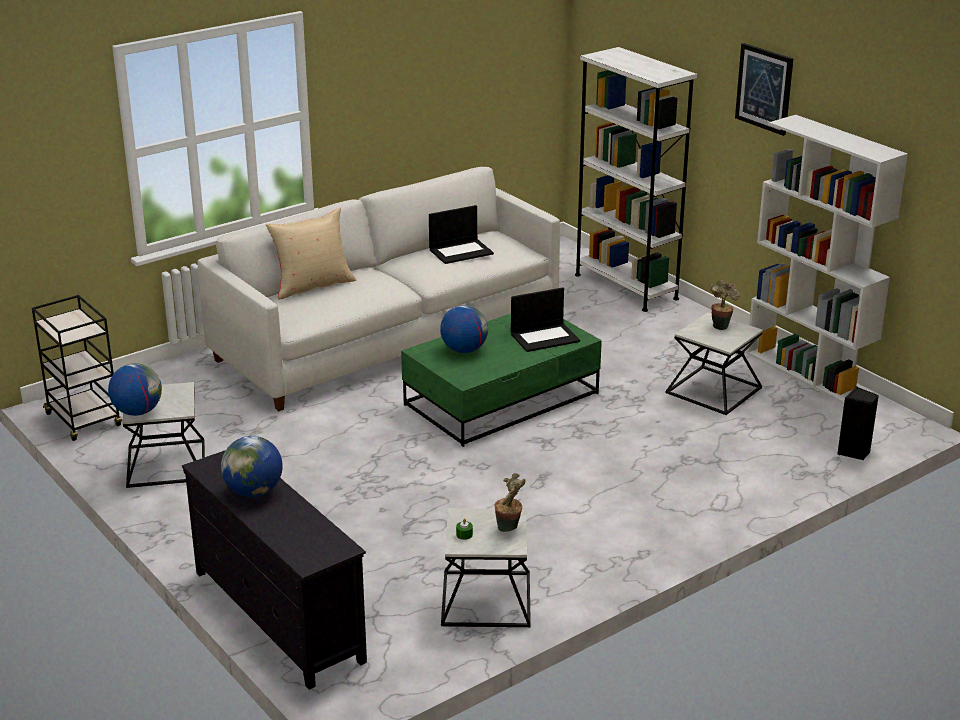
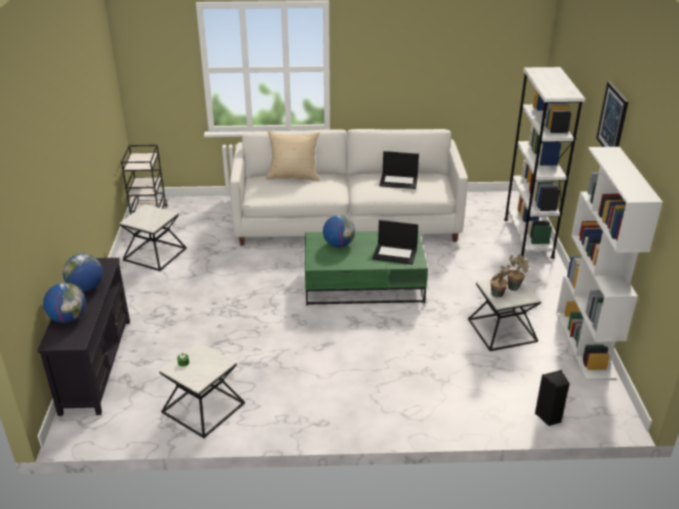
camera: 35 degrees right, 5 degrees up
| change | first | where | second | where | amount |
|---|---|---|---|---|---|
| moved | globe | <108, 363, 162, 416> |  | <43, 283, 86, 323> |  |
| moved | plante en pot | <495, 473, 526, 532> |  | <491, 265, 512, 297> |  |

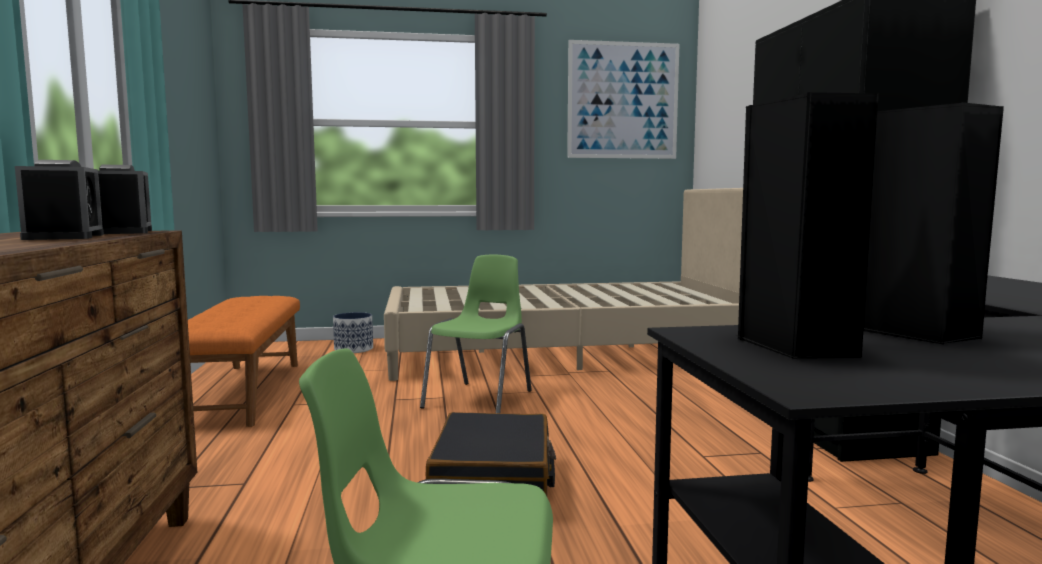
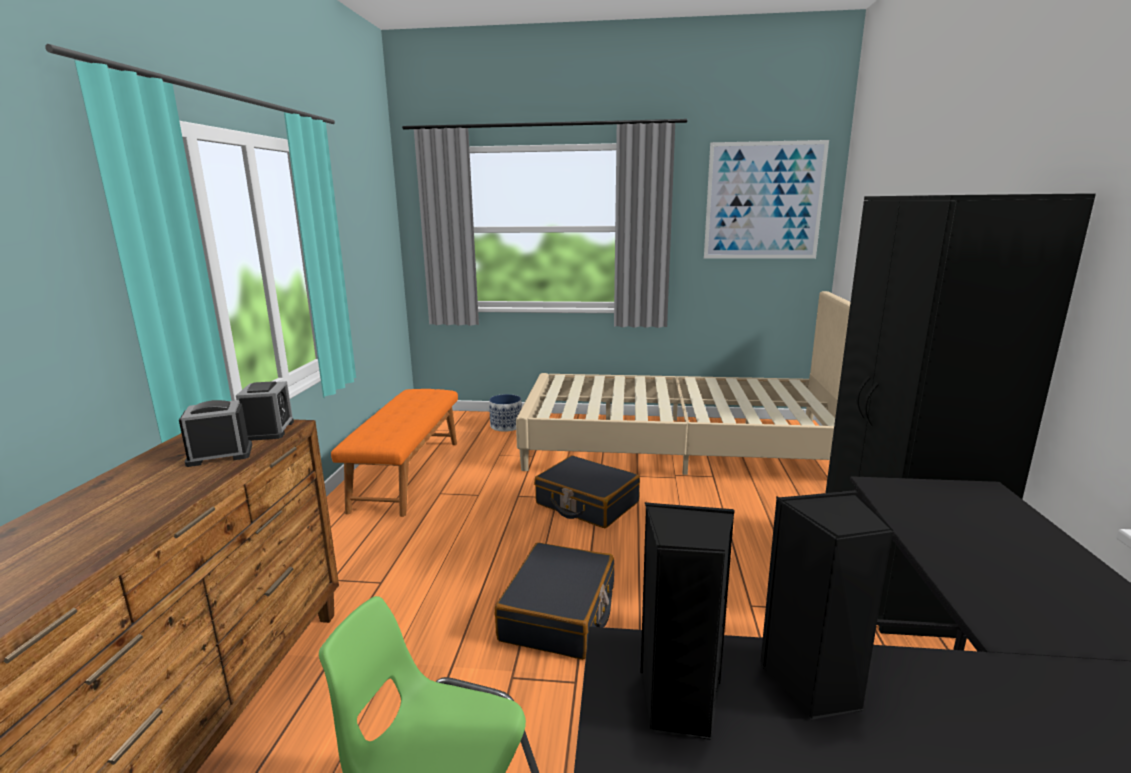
camera: 15 degrees right, 10 degrees up
| change | first | where | second | where | amount |
|---|---|---|---|---|---|
| turned | réveil | <15, 160, 104, 240> |  | <179, 400, 252, 467> | 105 degrees counterclockwise |
| replaced | chaise/vert | <420, 255, 532, 413> | valise/noir | <534, 455, 640, 528> |  |

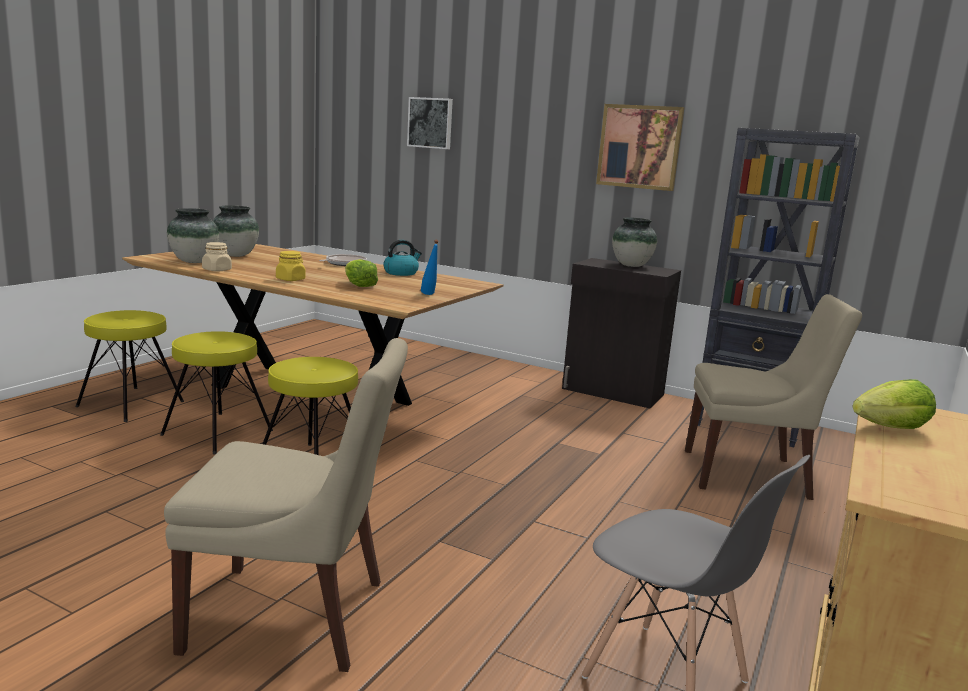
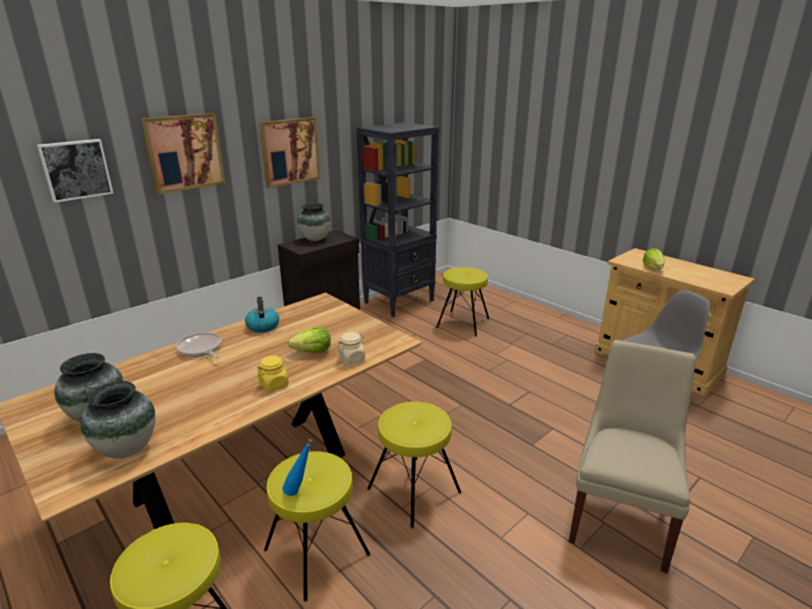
camera: 70 degrees left, 10 degrees up
| change | first | where | second | where | amount |
|---|---|---|---|---|---|
| added |  |  | tableau | <141, 113, 225, 194> |  |
| moved | bouteille/bleu | <421, 240, 439, 295> |  | <282, 439, 312, 496> |  |
| moved | bocal/beige | <202, 242, 232, 271> |  | <337, 332, 365, 365> |  |
| replaced | chaise/beige | <685, 294, 862, 500> | tabouret/jaune | <436, 267, 489, 336> |  |

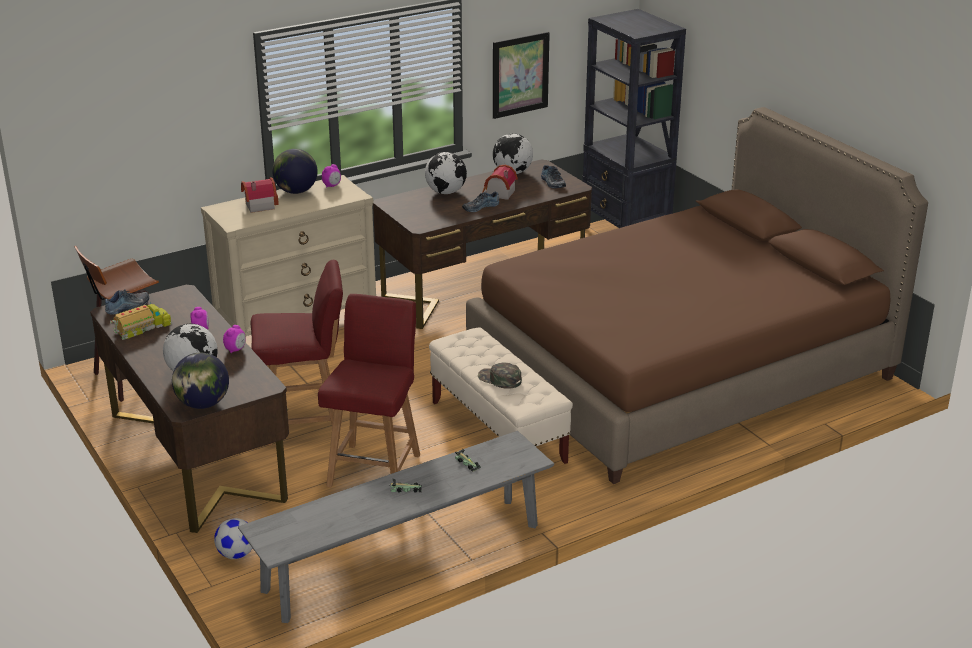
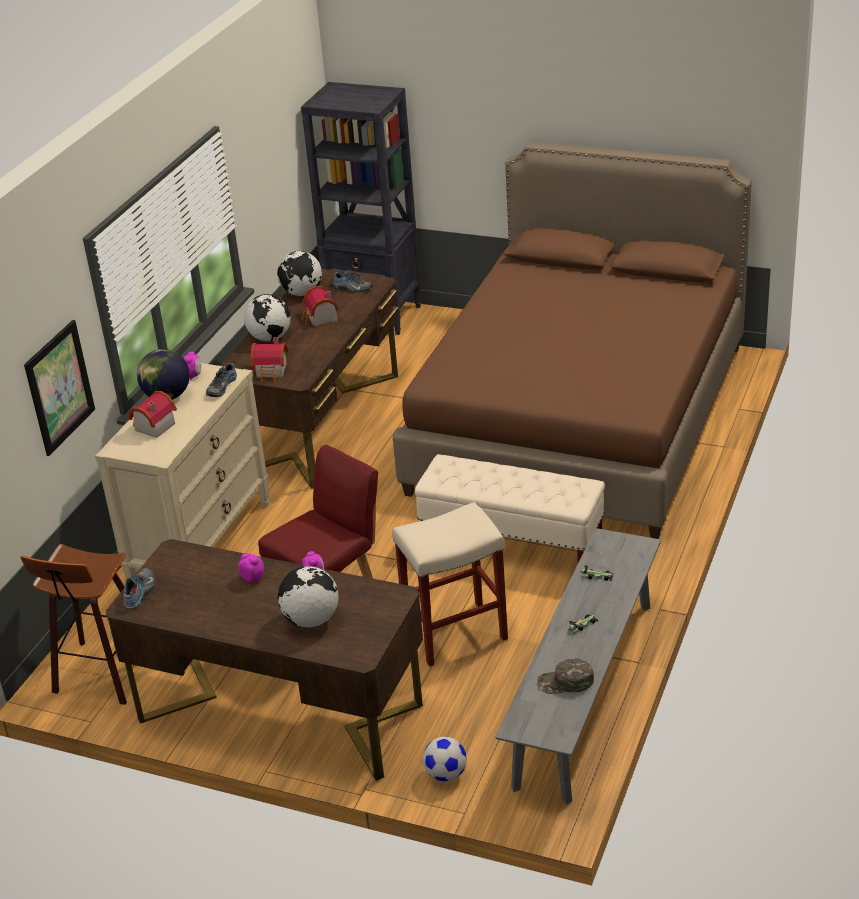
camera: 35 degrees left, 5 degrees up
| change | first | where | second | where | amount |
|---|---|---|---|---|---|
| moved | tableau | <493, 32, 550, 119> |  | <24, 320, 95, 456> |  |
| moved | chaussure | <462, 191, 499, 212> |  | <206, 363, 237, 397> |  |
| added |  |  | maison miniature | <251, 337, 288, 382> |  |
| replaced | chaise/rouge | <318, 294, 420, 488> | tabouret/beige | <392, 502, 508, 667> |  |
| moved | casquette/vert | <478, 363, 522, 389> |  | <537, 658, 594, 694> |  |
| removed | camion jouet | <110, 302, 171, 340> |  |  |  |
| removed | globe | <172, 353, 229, 409> |  |  |  |

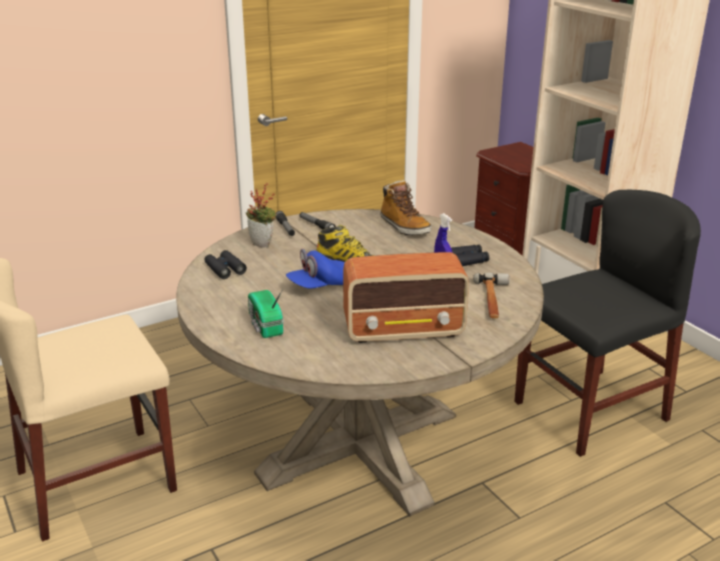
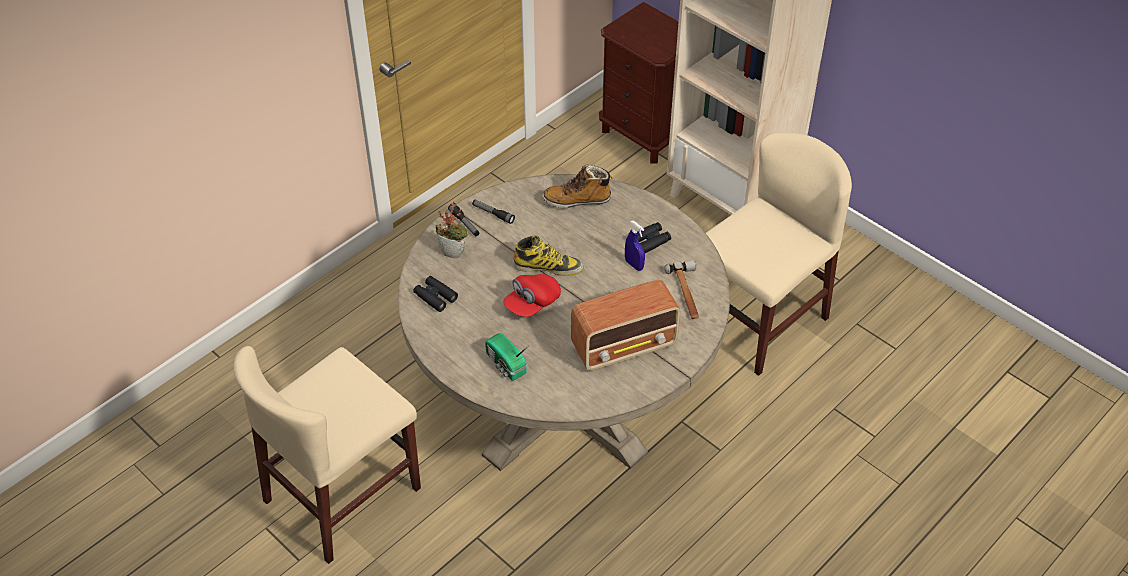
camera: 15 degrees left, 20 degrees up
| change | first | where | second | where | amount |
|---|---|---|---|---|---|
| recoloured | casquette/bleu | <286, 249, 345, 288> | casquette/rouge | <503, 274, 561, 317> |  |
| turned | botte | <380, 180, 432, 235> |  | <543, 164, 613, 209> | 135 degrees clockwise |
| recoloured | chaise/noir | <514, 190, 701, 457> | chaise/beige | <706, 132, 852, 376> |  |

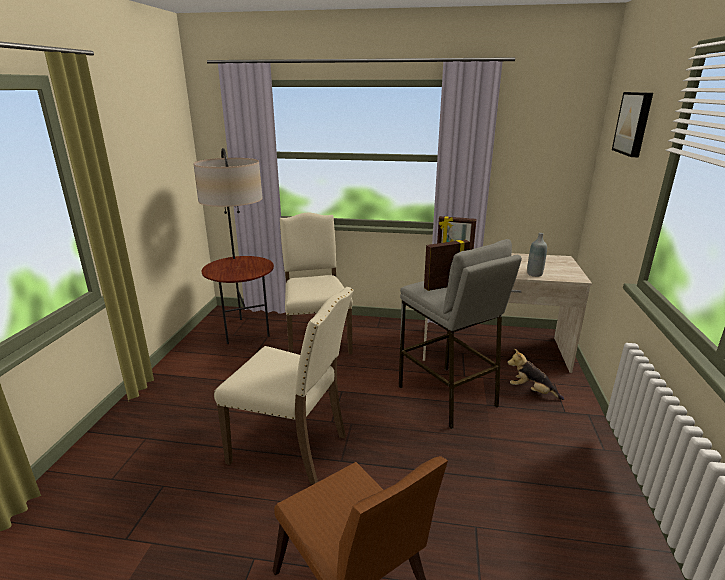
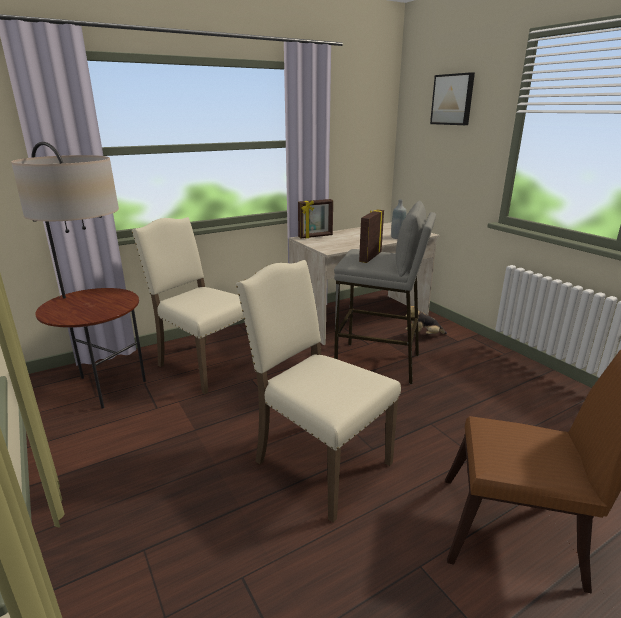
camera: 40 degrees left, 0 degrees up
| change | first | where | second | where | amount |
|---|---|---|---|---|---|
| turned | chaise/beige | <214, 287, 354, 484> |  | <236, 260, 401, 522> | 120 degrees counterclockwise |

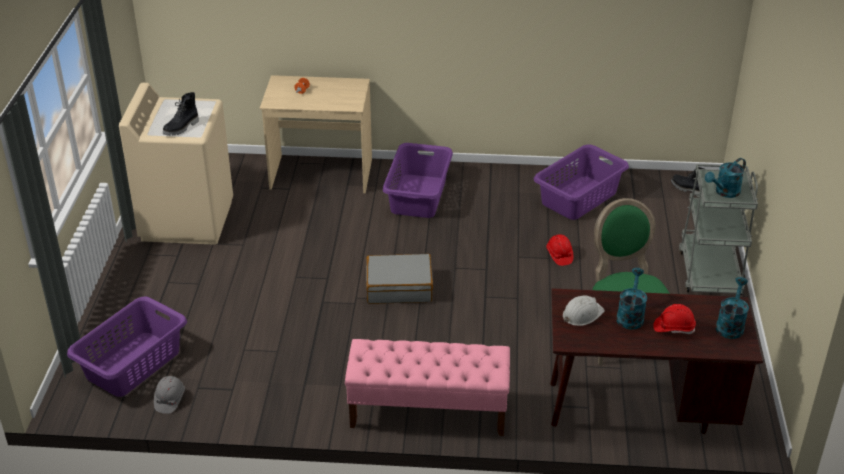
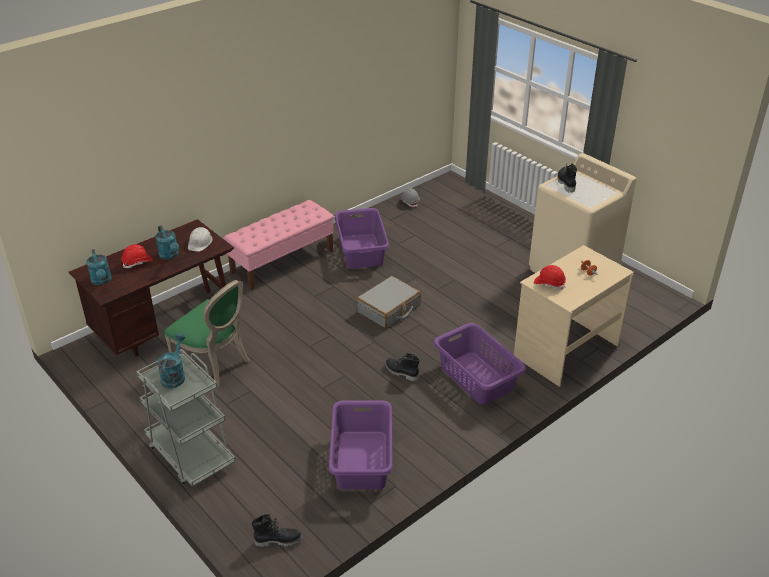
camera: 135 degrees right, 0 degrees up
| change | first | where | second | where | amount |
|---|---|---|---|---|---|
| moved | panier à linge/violet | <67, 297, 187, 397> |  | <334, 208, 389, 268> |  |
| added |  |  | botte/noir | <385, 353, 419, 381> |  |
| moved | casque de chantier/rouge | <546, 234, 573, 266> |  | <534, 265, 566, 290> |  |

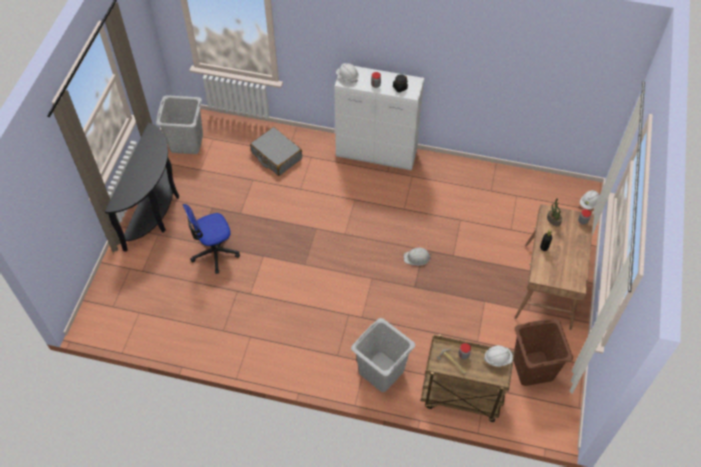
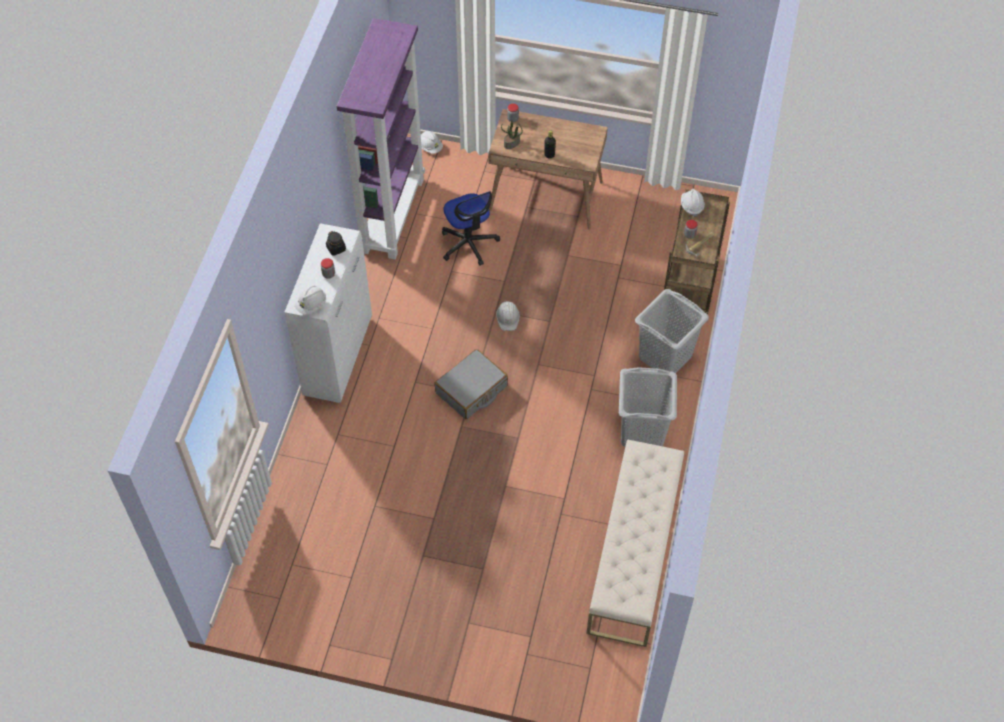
camera: 90 degrees left, 0 degrees up
| change | first | where | second | where | amount |
|---|---|---|---|---|---|
| added |  |  | bibliothèque/violet | <337, 18, 425, 259> |  |
| moved | valise/gris | <250, 127, 302, 176> |  | <434, 349, 508, 419> |  |
| moved | chaise de bureau | <183, 204, 240, 274> |  | <442, 191, 500, 266> |  |
| added |  |  | banc/beige | <586, 439, 684, 647> |  |
| moved | panier à linge/gris | <156, 95, 203, 154> |  | <619, 367, 677, 447> |  |
| removed | table console/noir | <105, 123, 179, 252> |  |  |  |
| removed | panier à linge/marron | <513, 319, 573, 386> |  |  |  |

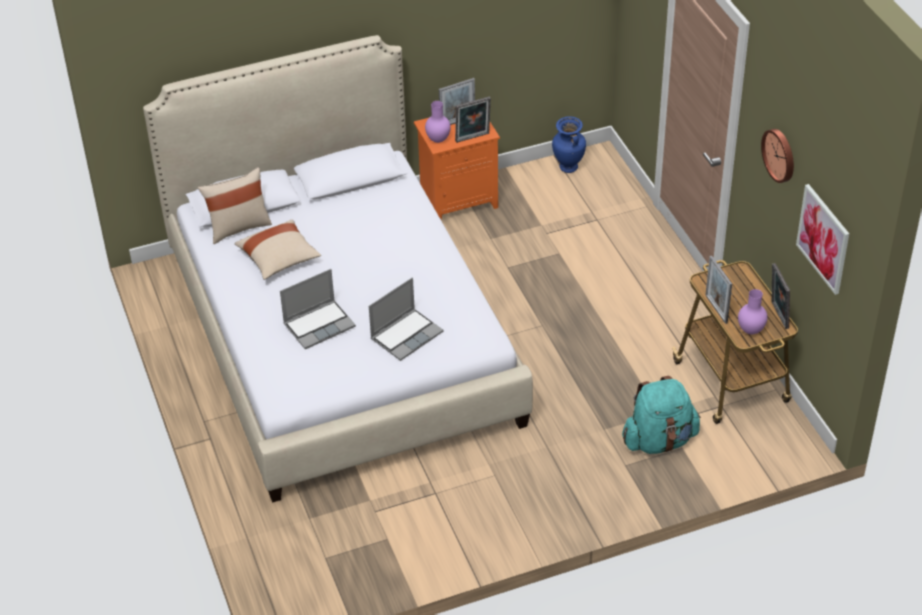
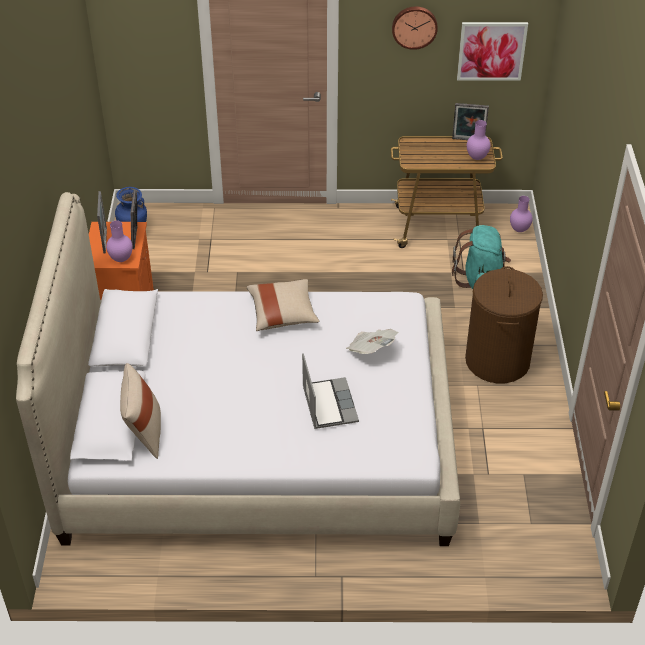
camera: 70 degrees left, 0 degrees up
| change | first | where | second | where | amount |
|---|---|---|---|---|---|
| moved | coussin/beige | <234, 220, 321, 280> |  | <247, 279, 319, 331> |  |
| replaced | ordinateur portable | <369, 277, 443, 361> | journal | <346, 329, 398, 354> |  |
| added |  |  | panier à linge/marron | <465, 266, 543, 384> |  |
| added |  |  | vase/violet | <510, 196, 533, 232> |  |
| removed | cadre photo | <705, 256, 732, 324> |  |  |  |

